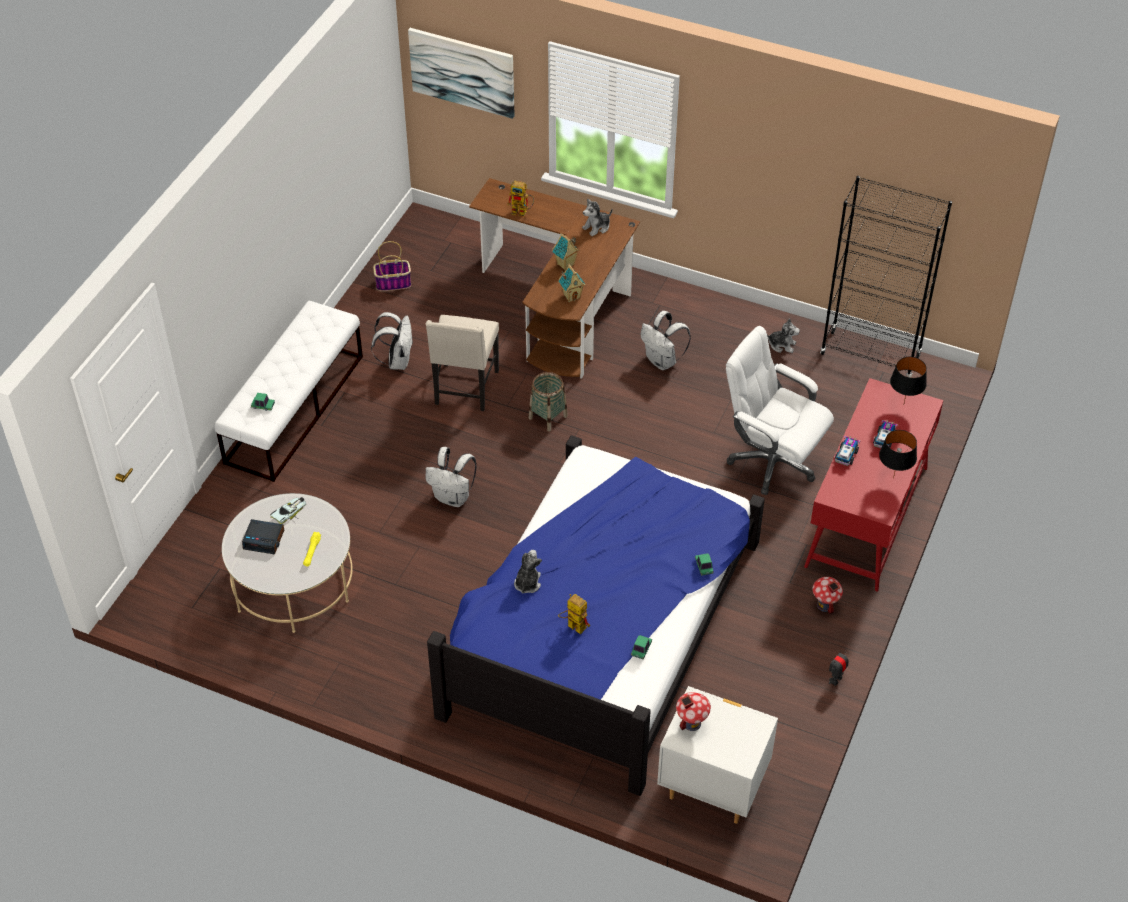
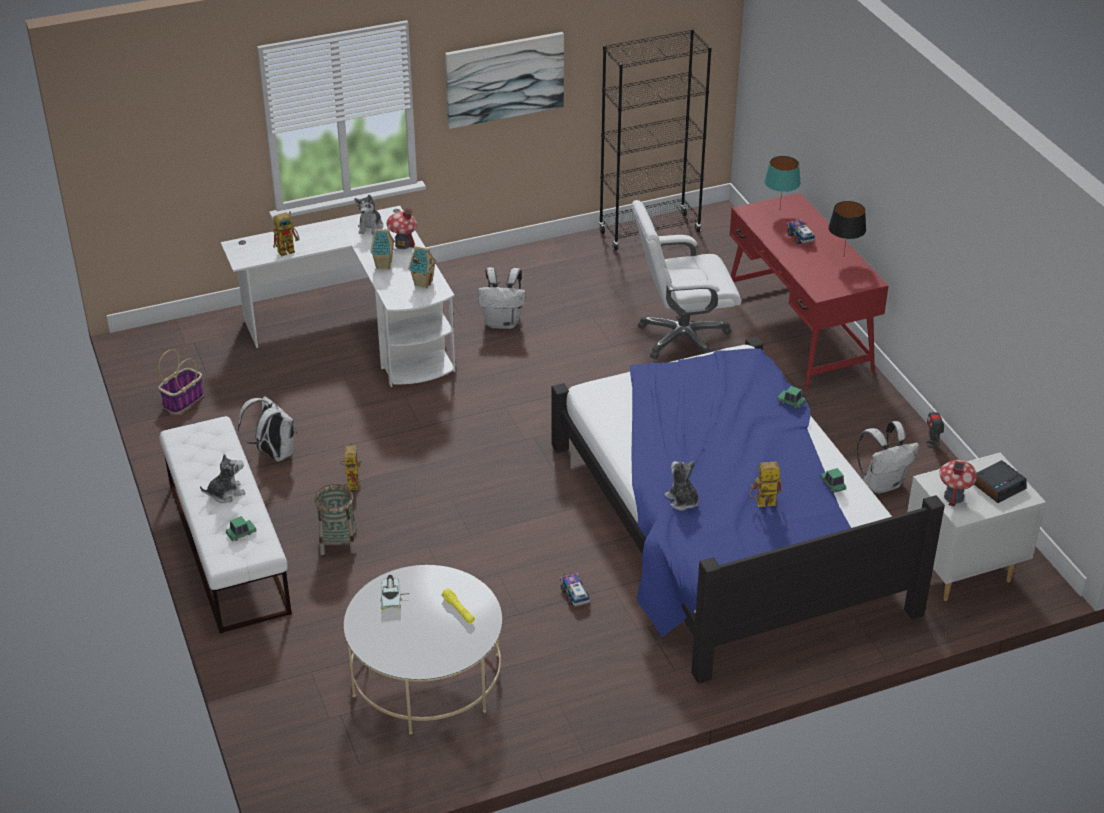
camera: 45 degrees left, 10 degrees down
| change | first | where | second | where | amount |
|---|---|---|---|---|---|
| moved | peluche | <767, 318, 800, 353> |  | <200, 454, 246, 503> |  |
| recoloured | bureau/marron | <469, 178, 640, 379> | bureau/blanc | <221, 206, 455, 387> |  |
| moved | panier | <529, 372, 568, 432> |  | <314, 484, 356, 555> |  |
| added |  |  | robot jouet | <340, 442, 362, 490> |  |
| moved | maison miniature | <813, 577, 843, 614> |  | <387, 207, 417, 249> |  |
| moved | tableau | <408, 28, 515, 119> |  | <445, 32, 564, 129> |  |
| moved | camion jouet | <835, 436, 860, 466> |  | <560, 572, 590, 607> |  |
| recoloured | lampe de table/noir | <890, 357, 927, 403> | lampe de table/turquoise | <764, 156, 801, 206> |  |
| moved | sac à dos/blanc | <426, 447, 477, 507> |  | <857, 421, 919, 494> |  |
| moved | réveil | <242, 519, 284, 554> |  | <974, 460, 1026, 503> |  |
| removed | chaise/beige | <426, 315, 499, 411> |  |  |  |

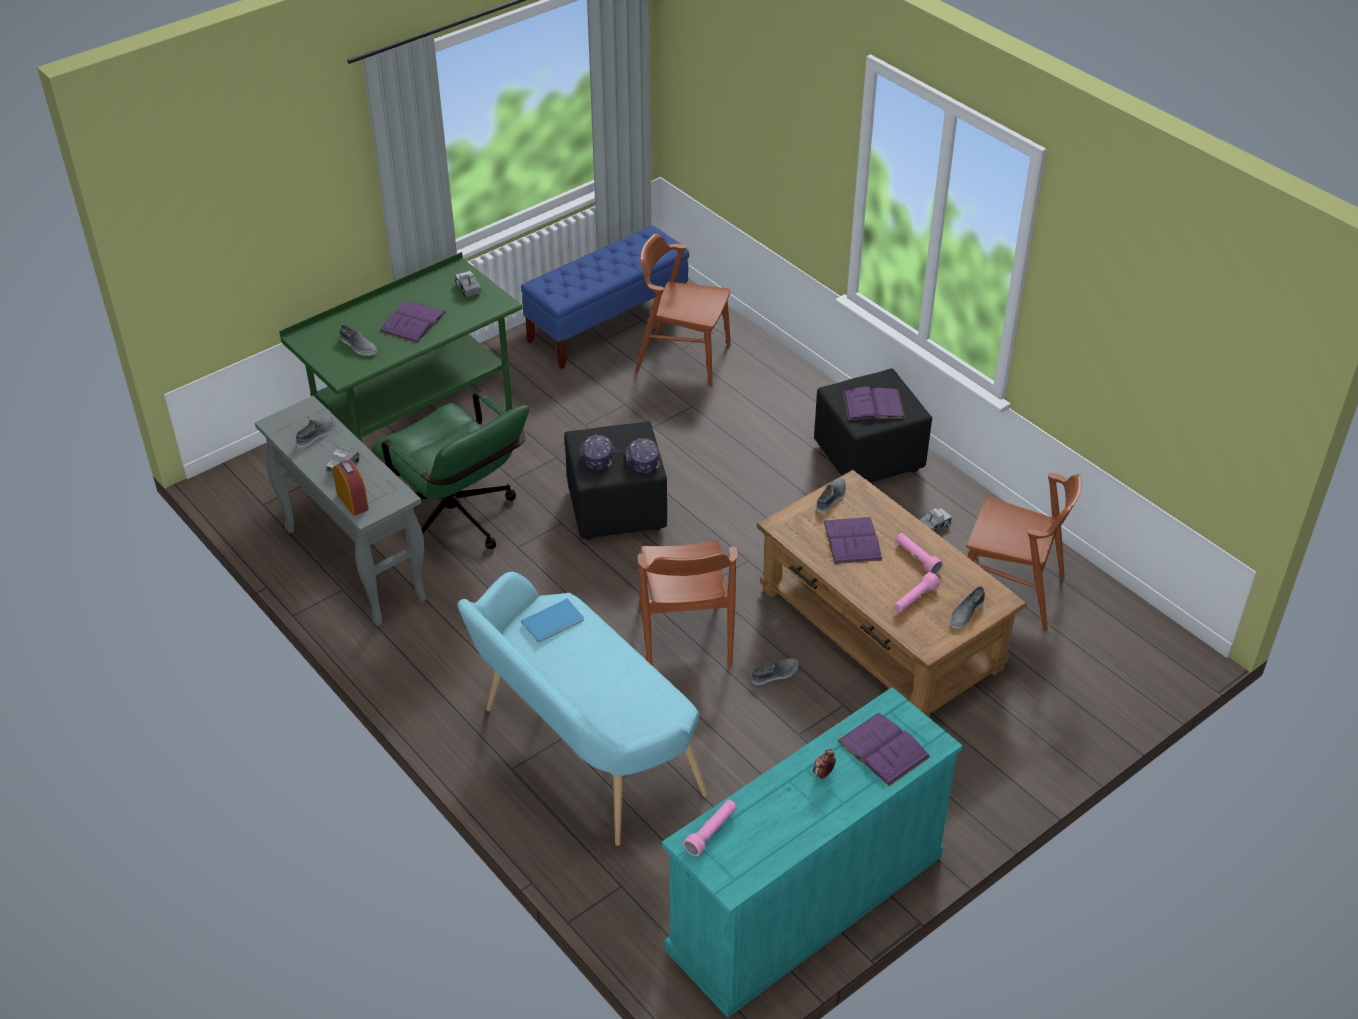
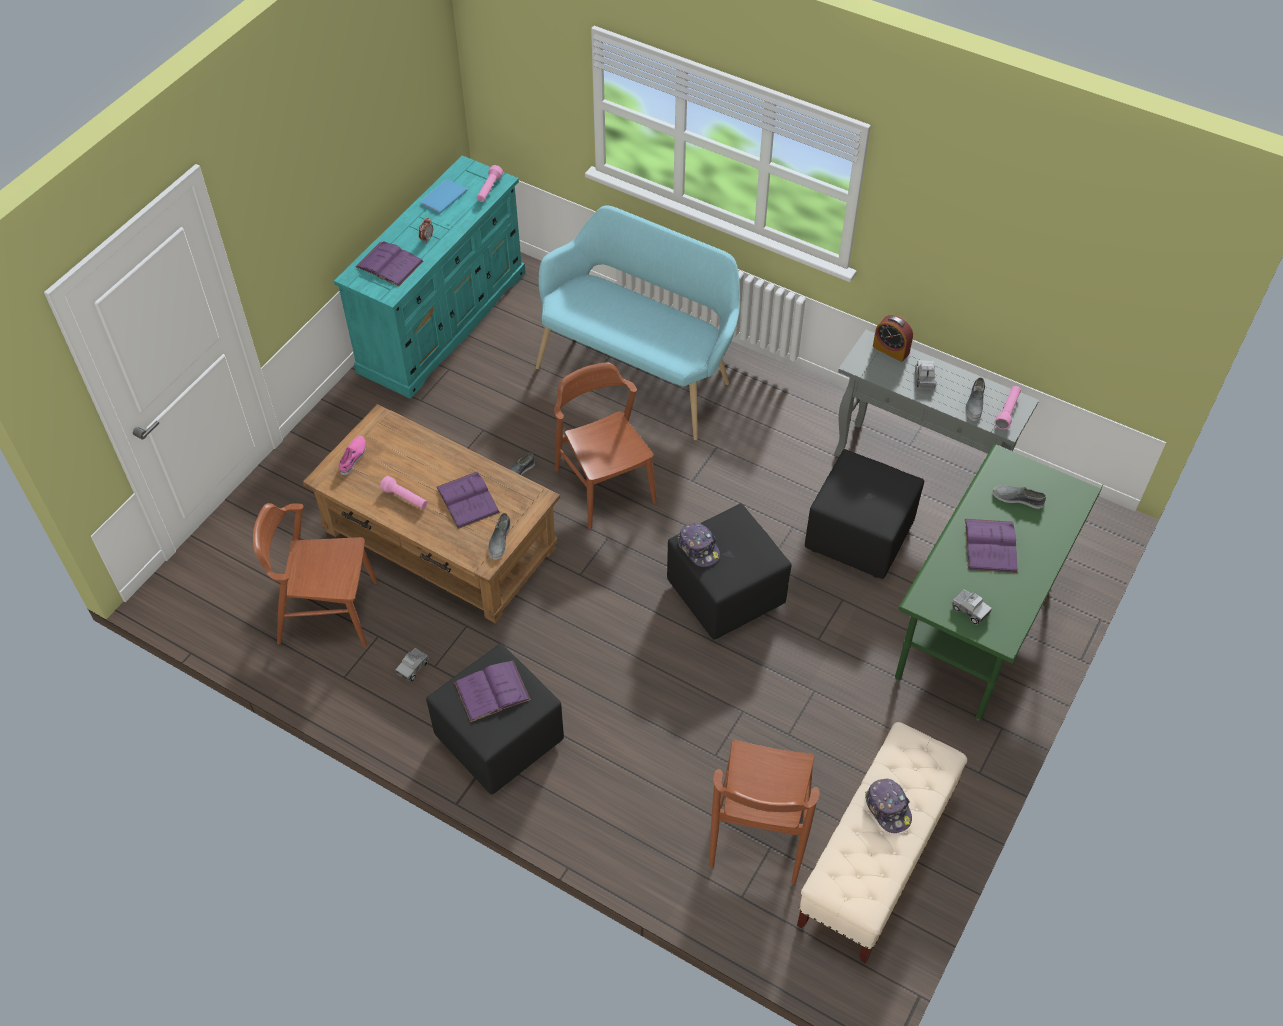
camera: 160 degrees right, 10 degrees up
| change | first | where | second | where | amount |
|---|---|---|---|---|---|
| recoloured | chaussure/gris | <950, 586, 985, 629> | chaussure/rose | <339, 436, 366, 475> |  |
| moved | livre/bleu | <521, 599, 584, 643> |  | <420, 179, 467, 214> |  |
| turned | chaise/marron | <635, 234, 731, 387> |  | <709, 740, 820, 884> | 105 degrees clockwise |
| recoloured | banc/bleu | <521, 226, 689, 369> | banc/beige | <797, 722, 967, 964> |  |
| replaced | chaise de bureau/vert | <372, 391, 529, 549> | pouf/noir | <805, 449, 924, 579> |  |
| moved | casquette | <580, 434, 614, 470> |  | <865, 779, 912, 833> |  |
| moved | lampe de poche/rose | <894, 572, 940, 613> |  | <995, 386, 1021, 429> |  |

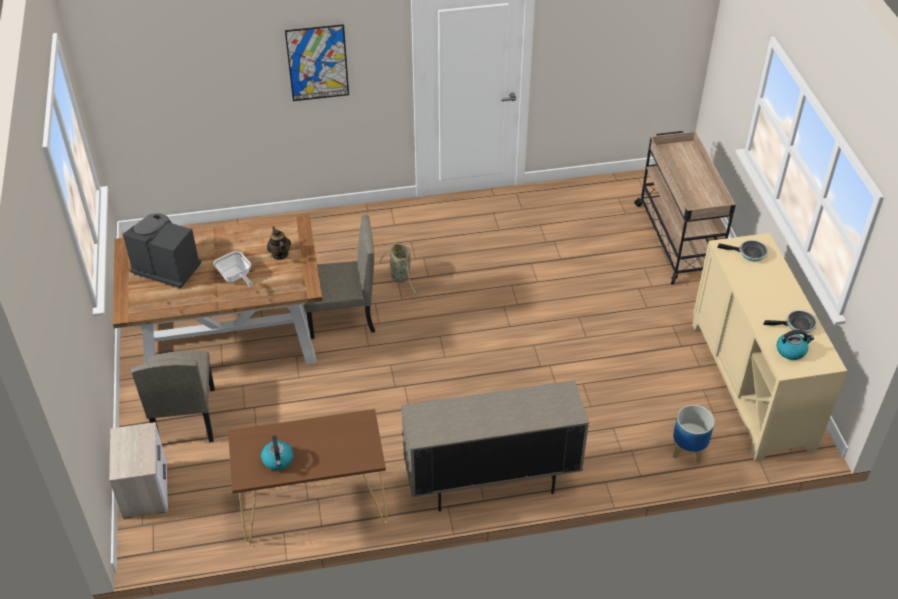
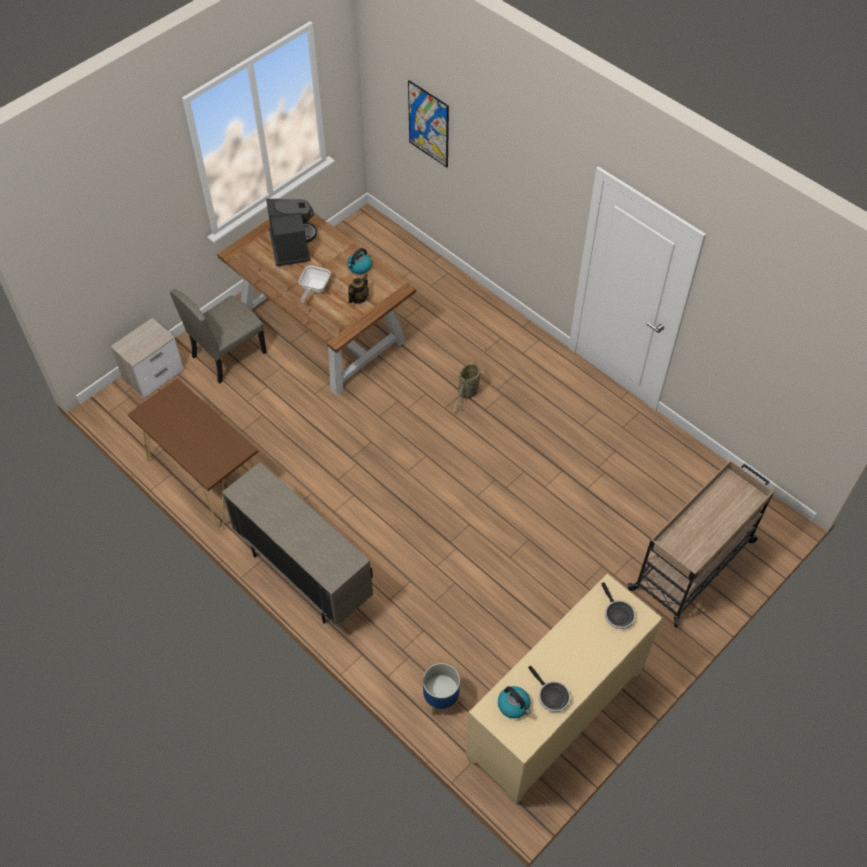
camera: 55 degrees right, 10 degrees up
| change | first | where | second | where | amount |
|---|---|---|---|---|---|
| moved | bouilloire | <261, 436, 293, 470> |  | <347, 248, 372, 274> |  |
| moved | tableau | <285, 24, 349, 101> |  | <408, 80, 449, 167> |  |
| removed | chaise/beige | <303, 215, 375, 339> |  |  |  |

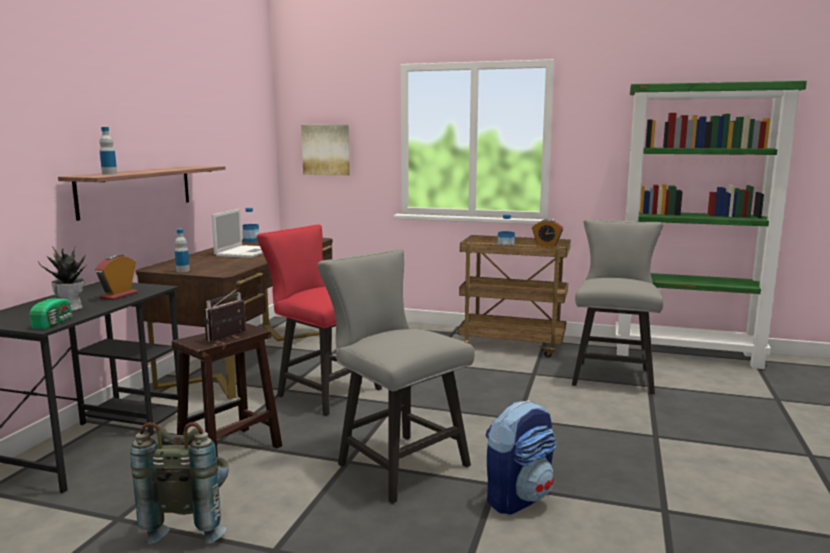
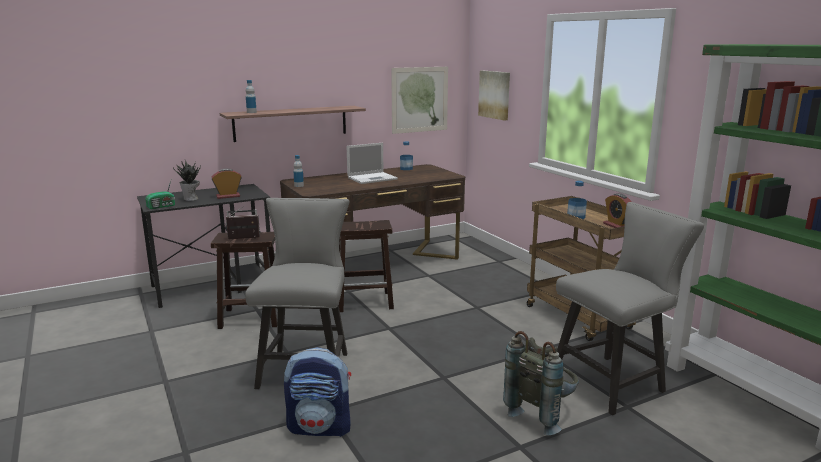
camera: 45 degrees right, 5 degrees up
| change | first | where | second | where | amount |
|---|---|---|---|---|---|
| replaced | chaise/rouge | <257, 224, 382, 416> | tabouret/marron | <339, 220, 394, 312> |  |
| added |  |  | tableau | <391, 67, 448, 134> |  |
| moved | sac à dos/gris | <130, 422, 229, 544> |  | <503, 331, 579, 435> |  |

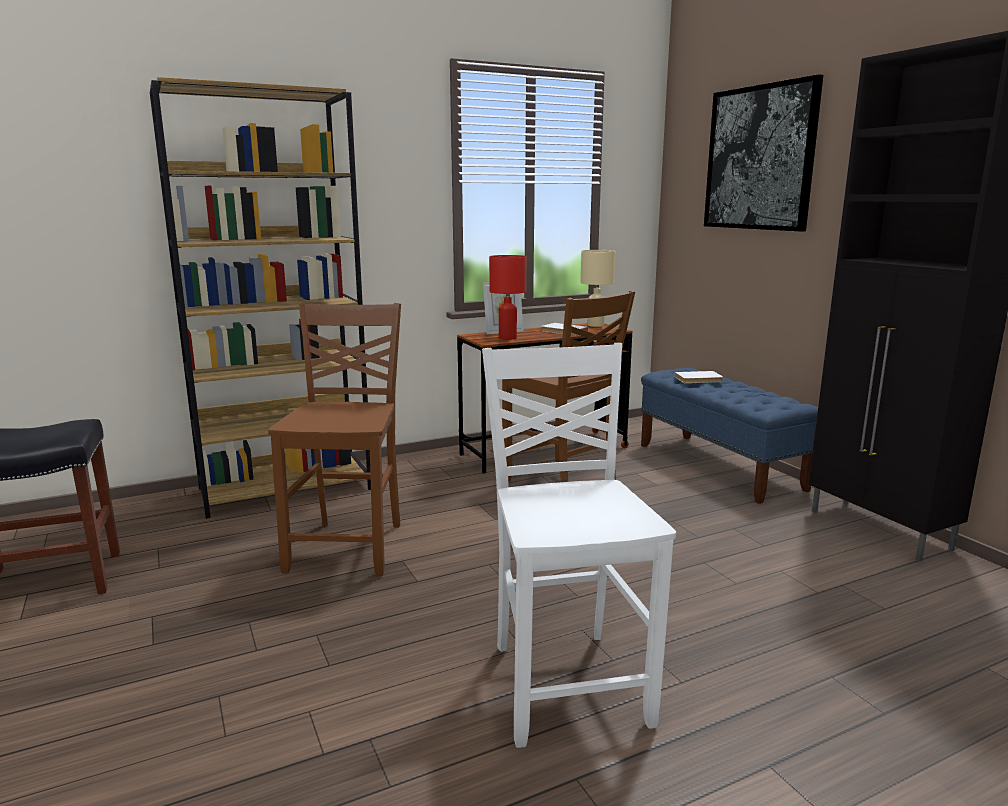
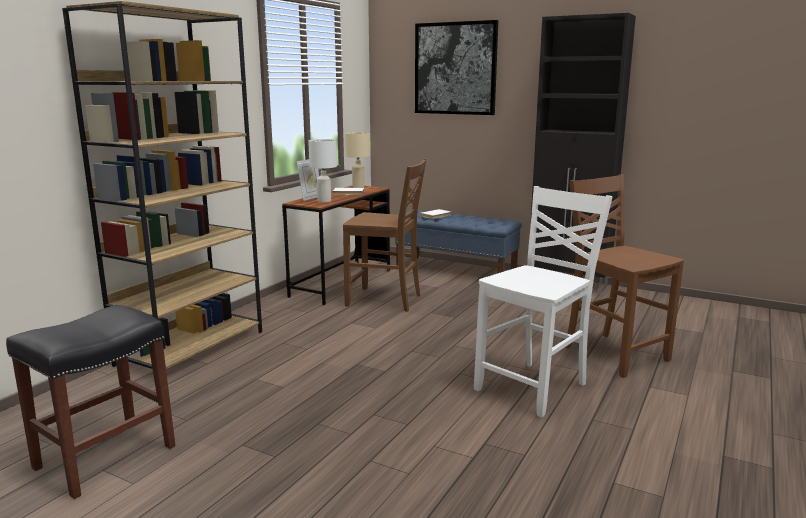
camera: 35 degrees left, 0 degrees up
| change | first | where | second | where | amount |
|---|---|---|---|---|---|
| recoloured | lampe de table/rouge | <489, 255, 526, 340> | lampe de table/blanc | <308, 139, 337, 203> |  |
| turned | chaise/blanc | <482, 343, 676, 748> |  | <474, 186, 613, 418> | 90 degrees clockwise |
| moved | chaise/marron | <268, 302, 401, 576> |  | <566, 174, 684, 378> |  |

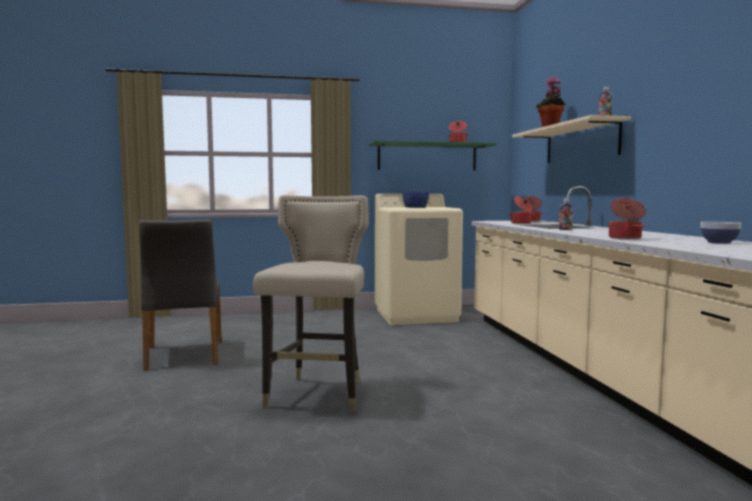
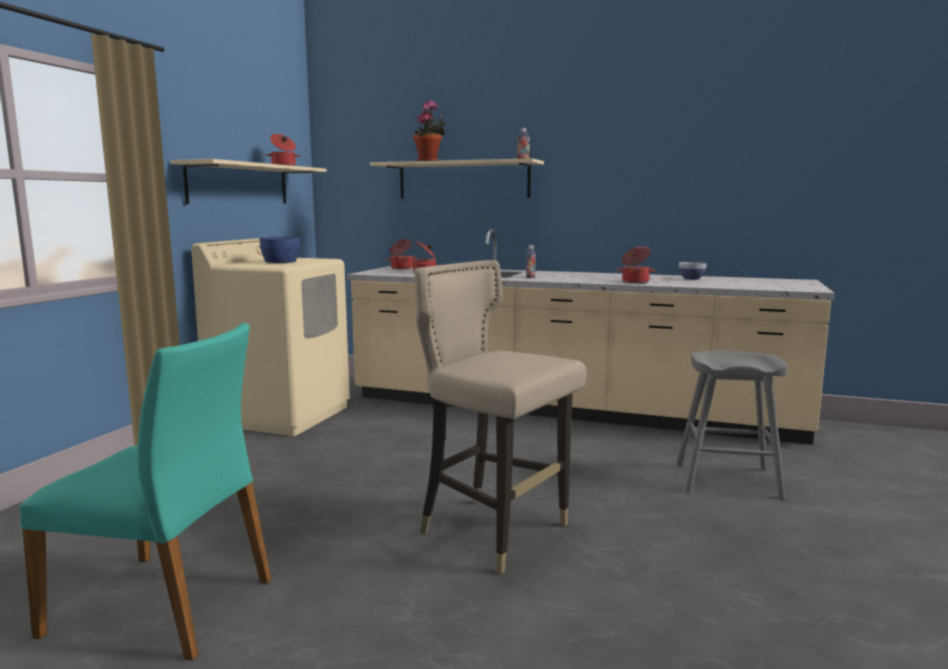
camera: 60 degrees left, 5 degrees up
| change | first | where | second | where | amount |
|---|---|---|---|---|---|
| recoloured | chaise/gris | <139, 219, 222, 371> | chaise/turquoise | <20, 323, 271, 661> |  |
| recoloured | étagère/vert | <368, 141, 497, 171> | étagère/beige | <170, 159, 326, 204> |  |
| added |  |  | tabouret/gris | <676, 350, 788, 499> |  |

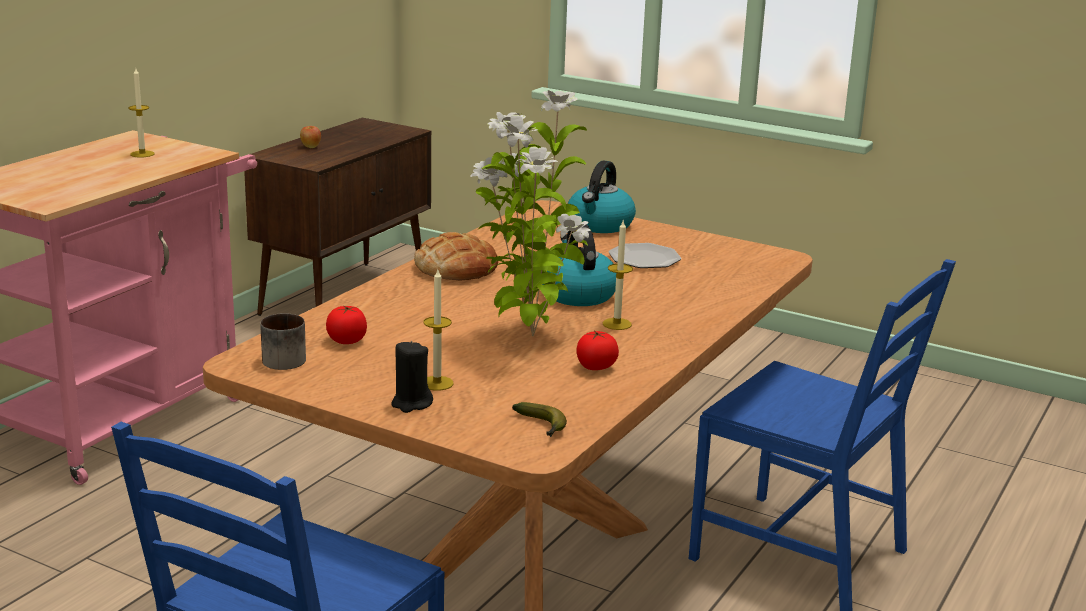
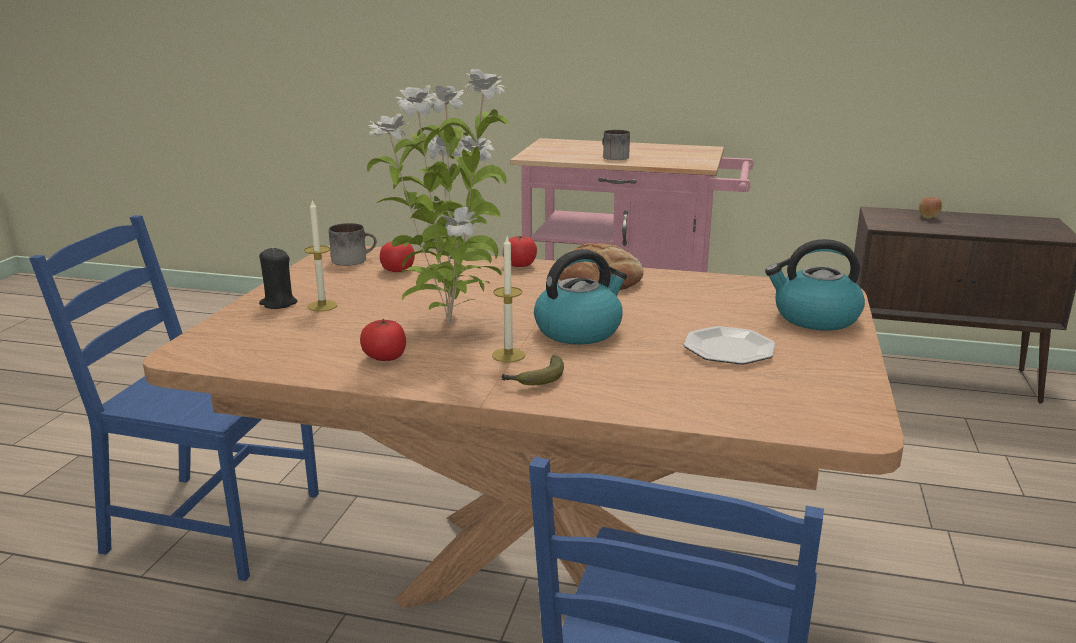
camera: 75 degrees right, 0 degrees up
| change | first | where | second | where | amount |
|---|---|---|---|---|---|
| moved | banane | <512, 402, 567, 437> |  | <502, 355, 564, 385> |  |
| added |  |  | tomate | <503, 236, 537, 267> |  |
| added |  |  | mug | <602, 130, 630, 160> |  |
| removed | bougie | <128, 68, 154, 158> |  |  |  |

